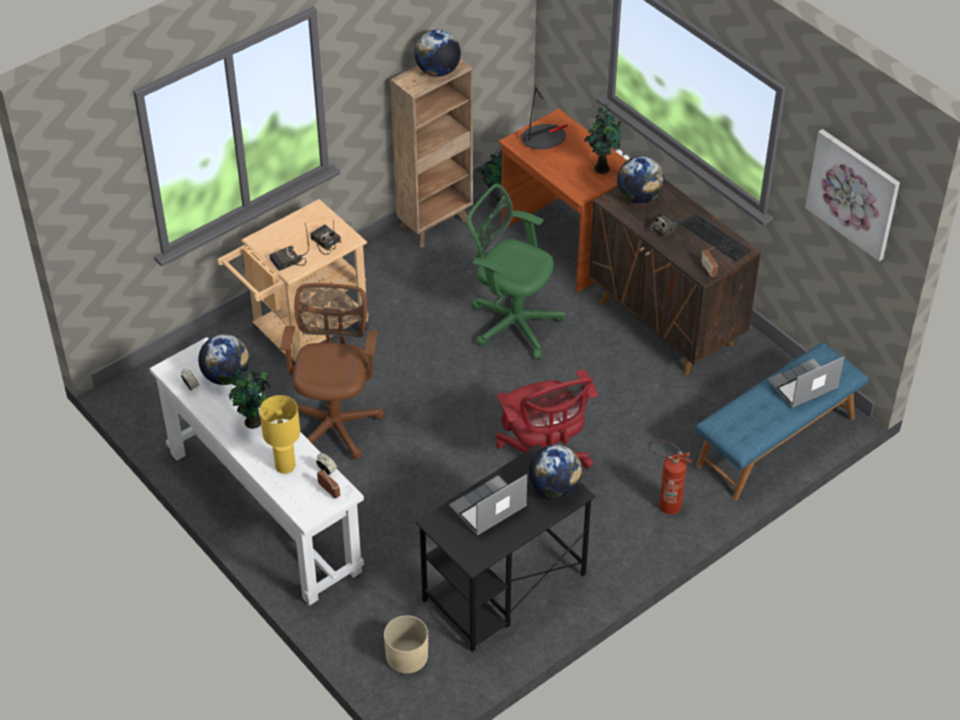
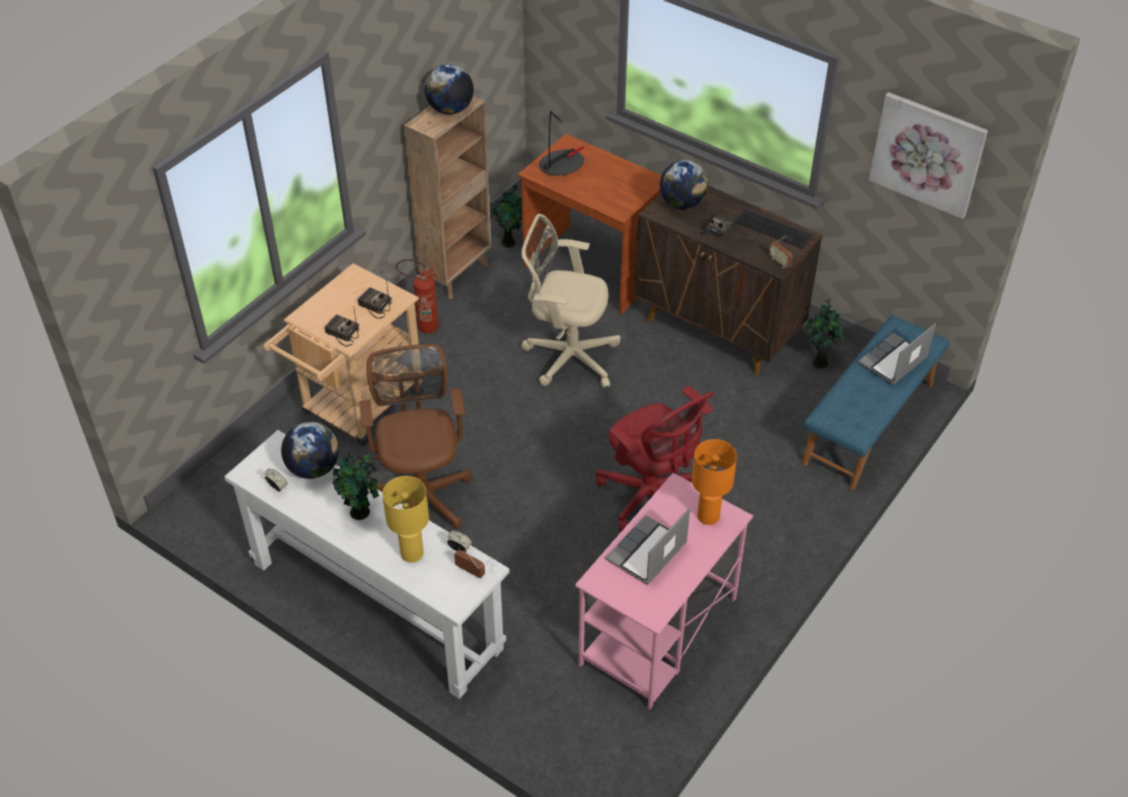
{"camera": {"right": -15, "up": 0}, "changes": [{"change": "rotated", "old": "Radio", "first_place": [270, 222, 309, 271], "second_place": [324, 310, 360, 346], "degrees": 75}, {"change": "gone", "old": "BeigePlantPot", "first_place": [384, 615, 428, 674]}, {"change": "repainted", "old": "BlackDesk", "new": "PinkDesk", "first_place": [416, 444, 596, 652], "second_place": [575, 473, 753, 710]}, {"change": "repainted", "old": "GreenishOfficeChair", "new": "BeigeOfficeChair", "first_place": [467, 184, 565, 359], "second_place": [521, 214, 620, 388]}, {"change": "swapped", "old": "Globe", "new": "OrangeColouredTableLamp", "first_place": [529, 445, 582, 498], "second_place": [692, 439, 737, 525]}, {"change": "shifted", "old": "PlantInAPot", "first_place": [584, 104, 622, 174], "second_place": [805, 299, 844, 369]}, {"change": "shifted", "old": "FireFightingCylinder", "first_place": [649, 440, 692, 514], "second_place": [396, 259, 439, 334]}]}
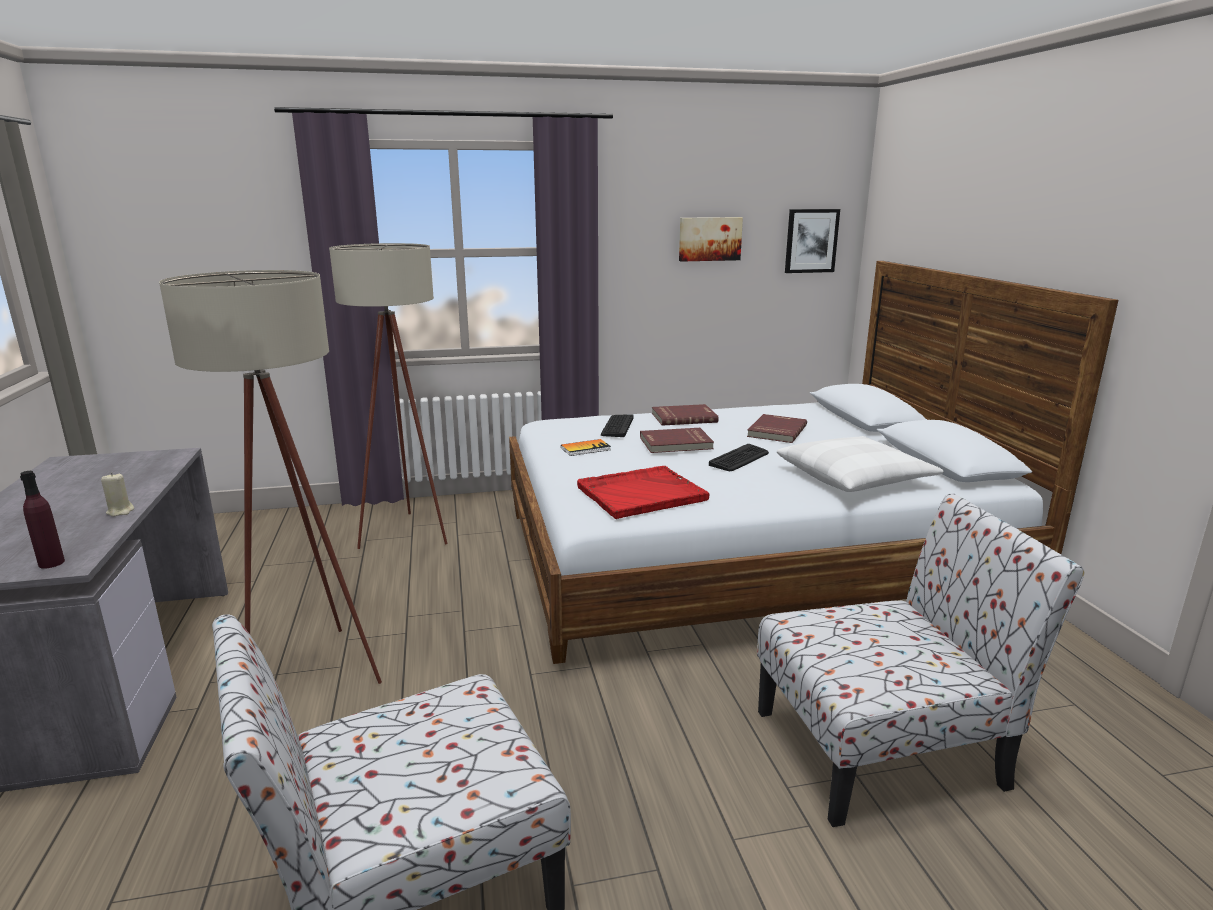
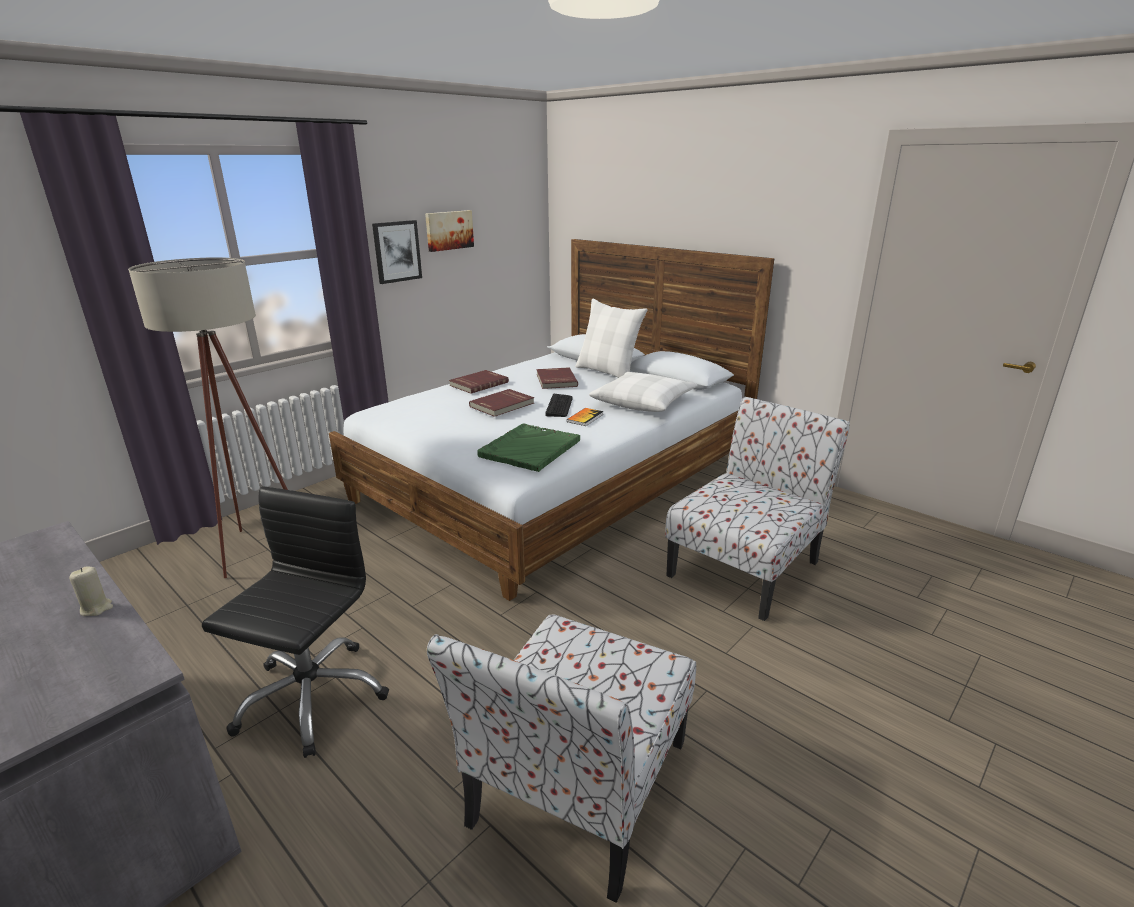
{"camera": {"right": -35, "up": 5}, "changes": [{"change": "gone", "old": "PurpleColouredBottle", "first_place": [20, 471, 65, 569]}, {"change": "swapped", "old": "BeigeStandingLamp", "new": "BlackOfficeChair", "first_place": [159, 270, 382, 684], "second_place": [202, 486, 389, 758]}, {"change": "shifted", "old": "Book", "first_place": [561, 439, 611, 456], "second_place": [567, 408, 604, 426]}, {"change": "repainted", "old": "RedColouredServingTray", "new": "GreenishServingTray", "first_place": [577, 466, 709, 519], "second_place": [477, 423, 580, 472]}, {"change": "gone", "old": "Keyboard", "first_place": [601, 414, 634, 437]}, {"change": "shifted", "old": "WallArt", "first_place": [785, 209, 840, 273], "second_place": [372, 220, 422, 284]}, {"change": "new", "new": "WhiteColouredPillow", "second_place": [575, 299, 647, 378]}]}
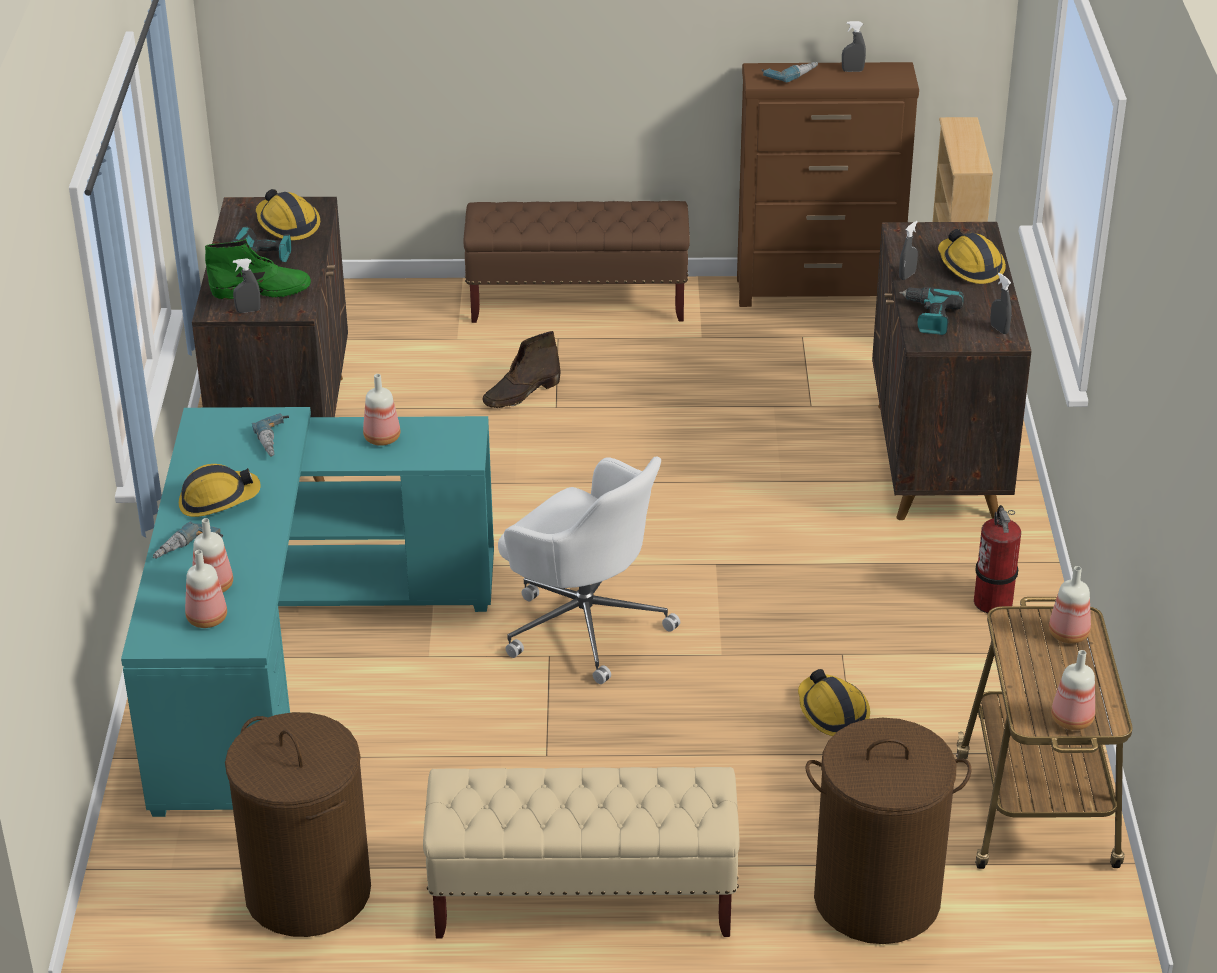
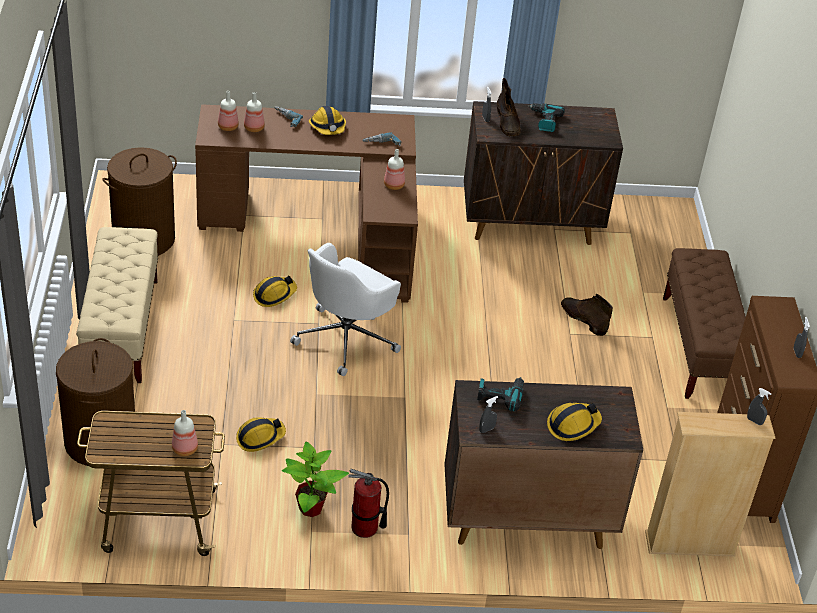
{"camera": {"right": 85, "up": 5}, "changes": [{"change": "repainted", "old": "BlueGreenDesk", "new": "BrownishDesk", "first_place": [121, 407, 494, 817], "second_place": [195, 104, 418, 303]}, {"change": "repainted", "old": "GreenishTallBoot", "new": "BrownishTallBoot", "first_place": [205, 239, 311, 299], "second_place": [497, 78, 521, 137]}, {"change": "shifted", "old": "WorkHelmet", "first_place": [256, 189, 320, 240], "second_place": [253, 276, 297, 307]}, {"change": "gone", "old": "ElectricDrill", "first_place": [762, 62, 818, 83]}, {"change": "shifted", "old": "GreyishHandSprayer", "first_place": [899, 221, 918, 280], "second_place": [747, 388, 771, 425]}, {"change": "gone", "old": "Bottle", "first_place": [1051, 650, 1095, 730]}, {"change": "new", "new": "PlantInAPot", "second_place": [282, 442, 349, 517]}]}
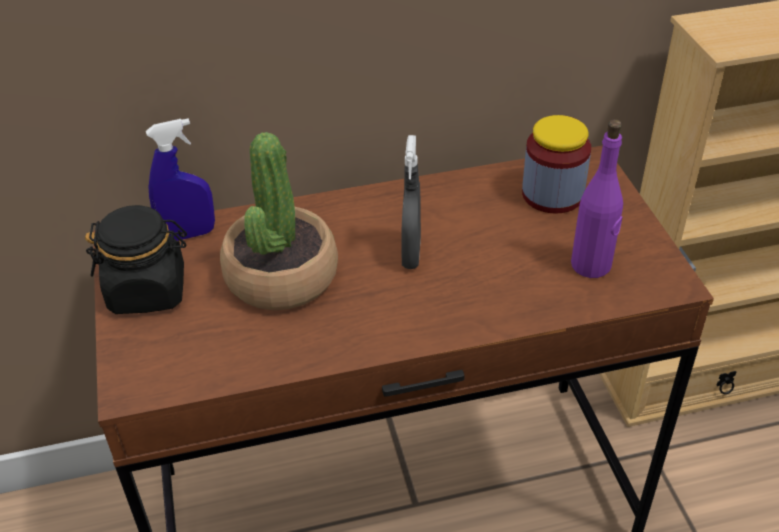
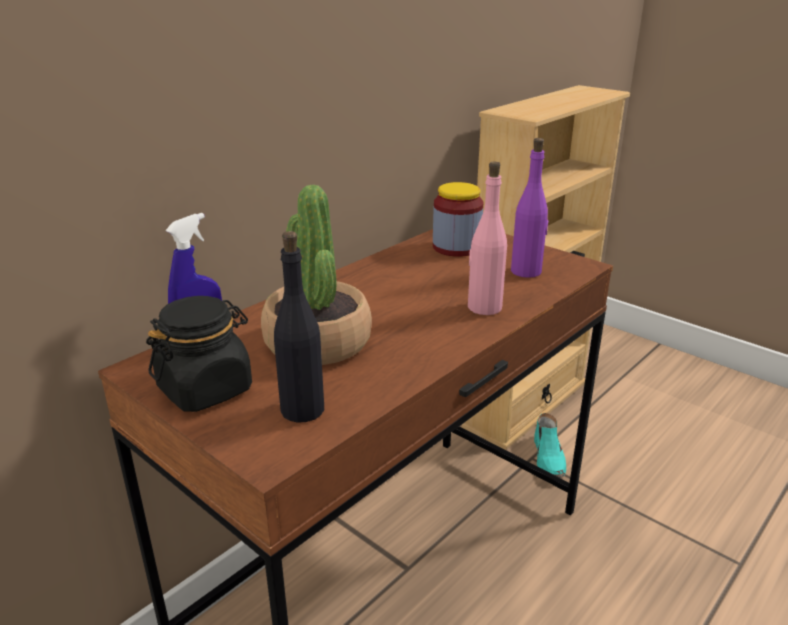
{"camera": {"right": -35, "up": -15}, "changes": [{"change": "gone", "old": "GreyishHandSprayer", "first_place": [401, 135, 421, 269]}, {"change": "new", "new": "BlackBottle", "second_place": [274, 231, 324, 423]}, {"change": "new", "new": "PinkBottle", "second_place": [468, 161, 507, 315]}, {"change": "new", "new": "BlueGreenLowShoe", "second_place": [534, 413, 566, 478]}]}
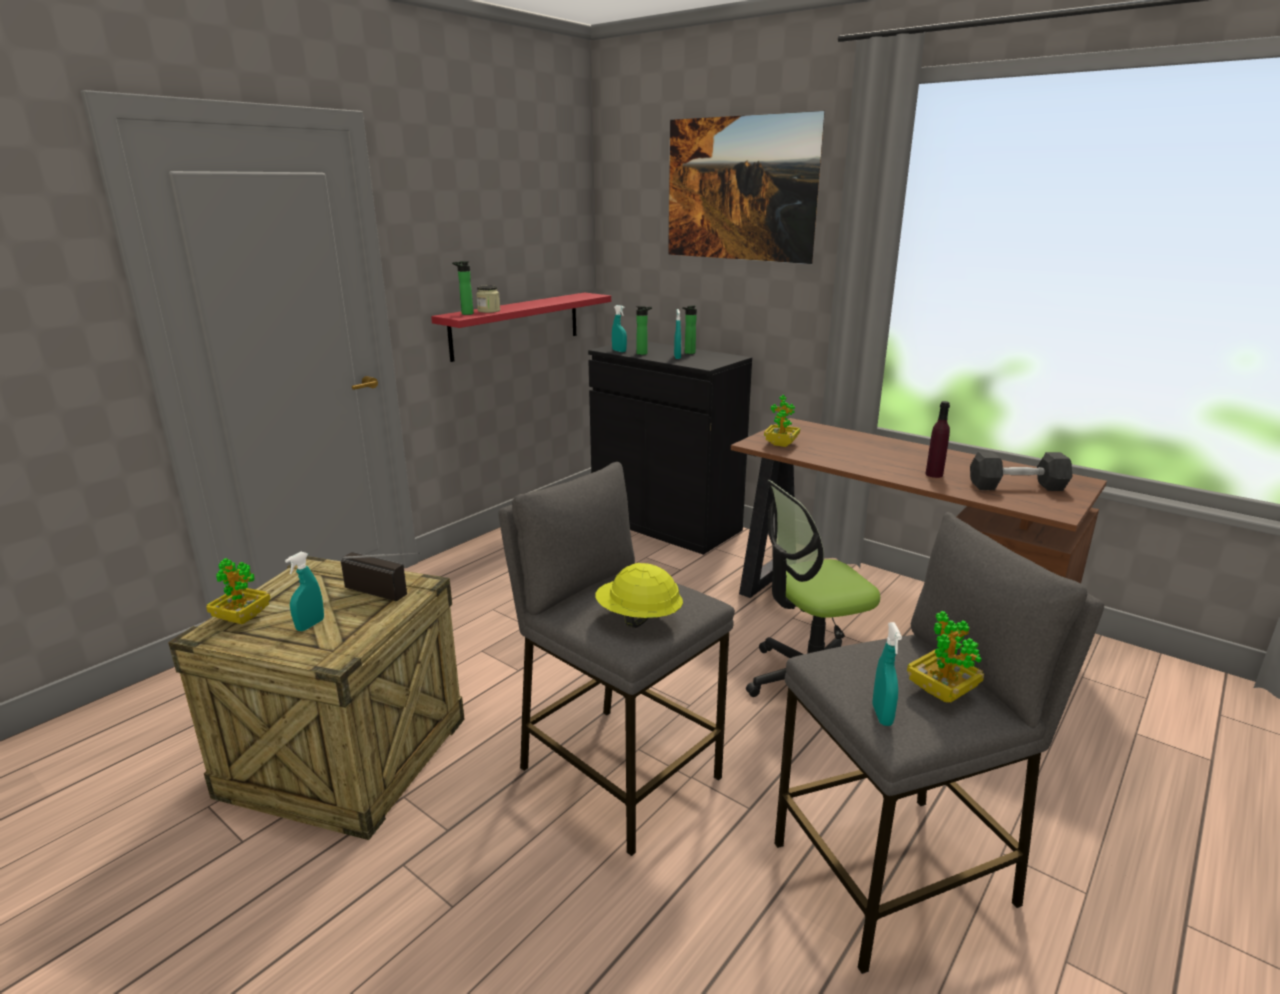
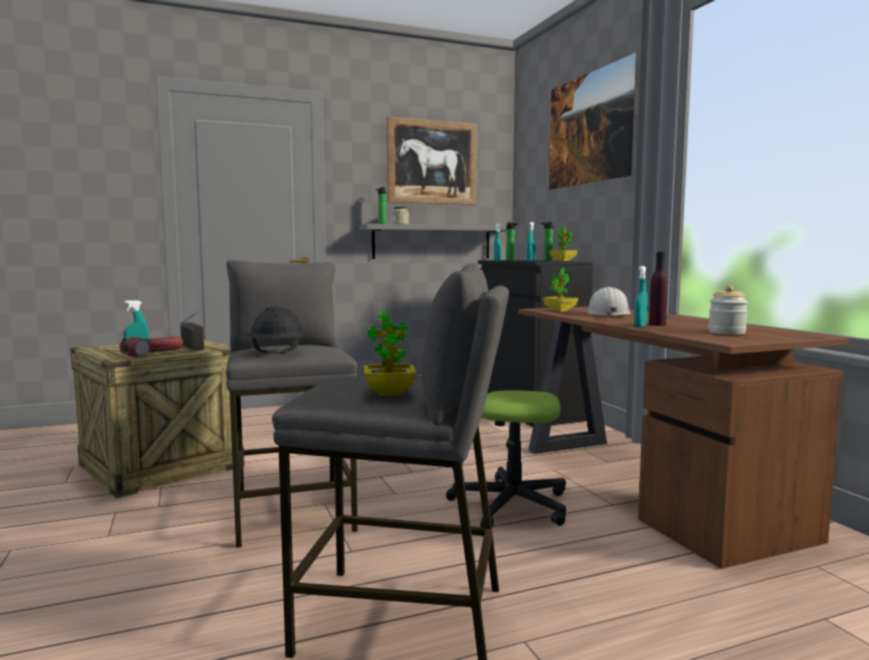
{"camera": {"right": 30, "up": -15}, "changes": [{"change": "shifted", "old": "PlantInAPot", "first_place": [206, 558, 271, 624], "second_place": [549, 226, 578, 261]}, {"change": "repainted", "old": "RedColouredShelf", "new": "GreyishShelf", "first_place": [431, 292, 611, 362], "second_place": [359, 224, 506, 259]}, {"change": "repainted", "old": "YellowishWorkHelmet", "new": "BlackWorkHelmet", "first_place": [595, 563, 683, 628], "second_place": [246, 307, 305, 354]}, {"change": "shifted", "old": "BlueGreenHandSprayer", "first_place": [872, 622, 902, 726], "second_place": [634, 266, 648, 328]}, {"change": "swapped", "old": "GreyishDumbbell", "new": "PreserveJar", "first_place": [970, 452, 1072, 491], "second_place": [708, 286, 748, 335]}, {"change": "new", "new": "Torch", "second_place": [120, 336, 183, 357]}, {"change": "new", "new": "WallArt", "second_place": [387, 117, 477, 205]}, {"change": "new", "new": "WhiteColouredWorkHelmet", "second_place": [587, 287, 631, 317]}]}
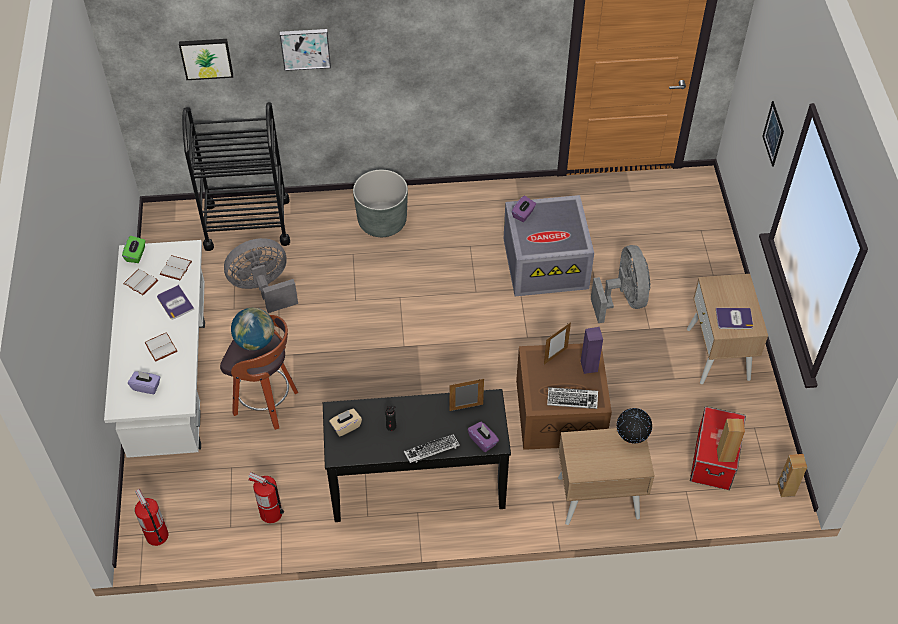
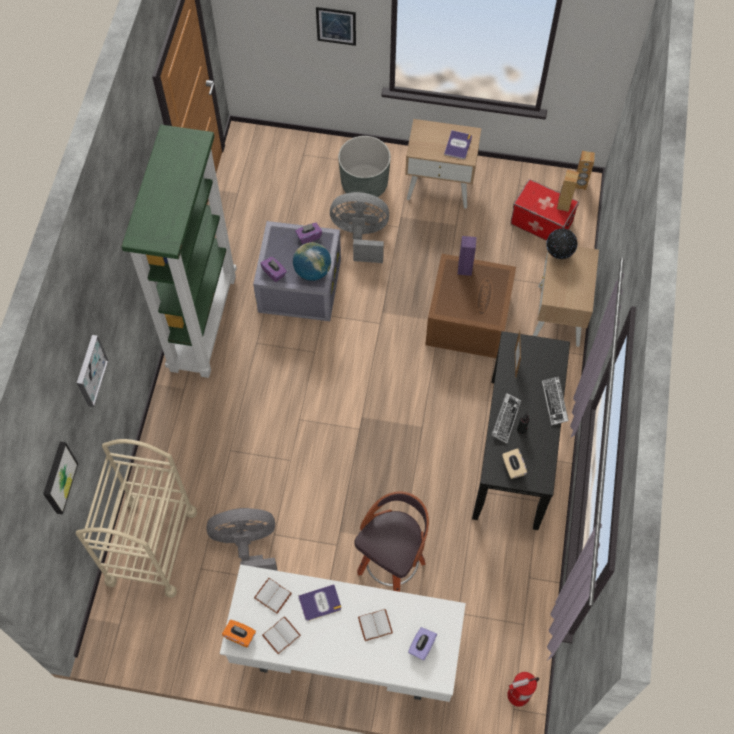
{"camera": {"right": -75, "up": 10}, "changes": [{"change": "repainted", "old": "GreenishTissueBox", "new": "OrangeColouredTissueBox", "first_place": [122, 236, 146, 263], "second_place": [222, 620, 256, 647]}, {"change": "repainted", "old": "BlackTrolley", "new": "BeigeTrolley", "first_place": [182, 102, 290, 251], "second_place": [76, 439, 197, 598]}, {"change": "rotated", "old": "GreyishCoolingFan", "first_place": [224, 238, 298, 313], "second_place": [206, 508, 277, 571], "degrees": 90}, {"change": "shifted", "old": "Globe", "first_place": [231, 308, 274, 351], "second_place": [293, 242, 331, 281]}, {"change": "gone", "old": "FireFightingCylinder", "first_place": [248, 472, 284, 523]}, {"change": "shifted", "old": "GreyishPlantPot", "first_place": [353, 170, 408, 237], "second_place": [338, 136, 391, 197]}, {"change": "shifted", "old": "PurpleColouredTissueBox", "first_place": [468, 421, 499, 452], "second_place": [295, 223, 322, 244]}, {"change": "gone", "old": "StandingFrame", "first_place": [544, 322, 571, 364]}, {"change": "shifted", "old": "Keyboard", "first_place": [547, 387, 598, 409], "second_place": [492, 393, 521, 443]}, {"change": "new", "new": "GreenishBookshelf", "second_place": [121, 125, 237, 378]}]}
